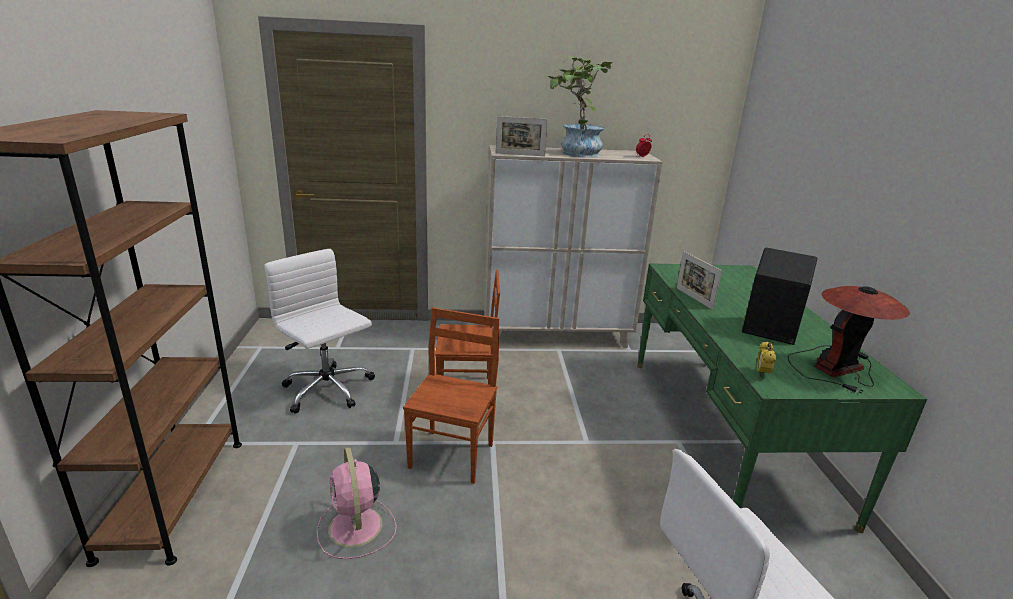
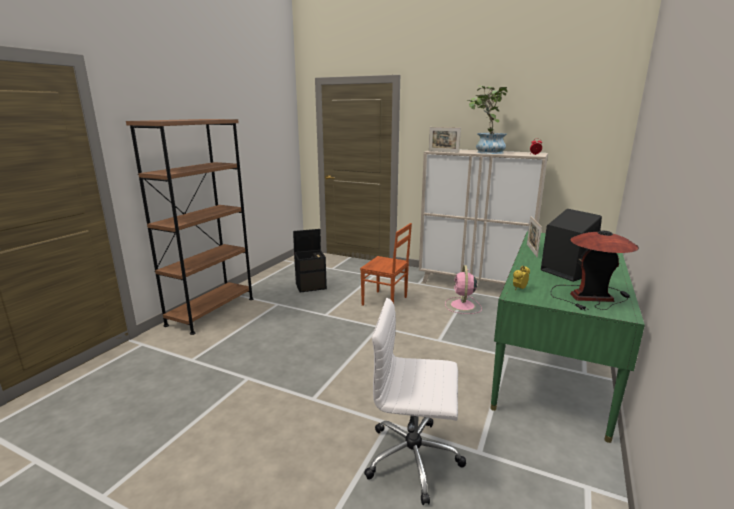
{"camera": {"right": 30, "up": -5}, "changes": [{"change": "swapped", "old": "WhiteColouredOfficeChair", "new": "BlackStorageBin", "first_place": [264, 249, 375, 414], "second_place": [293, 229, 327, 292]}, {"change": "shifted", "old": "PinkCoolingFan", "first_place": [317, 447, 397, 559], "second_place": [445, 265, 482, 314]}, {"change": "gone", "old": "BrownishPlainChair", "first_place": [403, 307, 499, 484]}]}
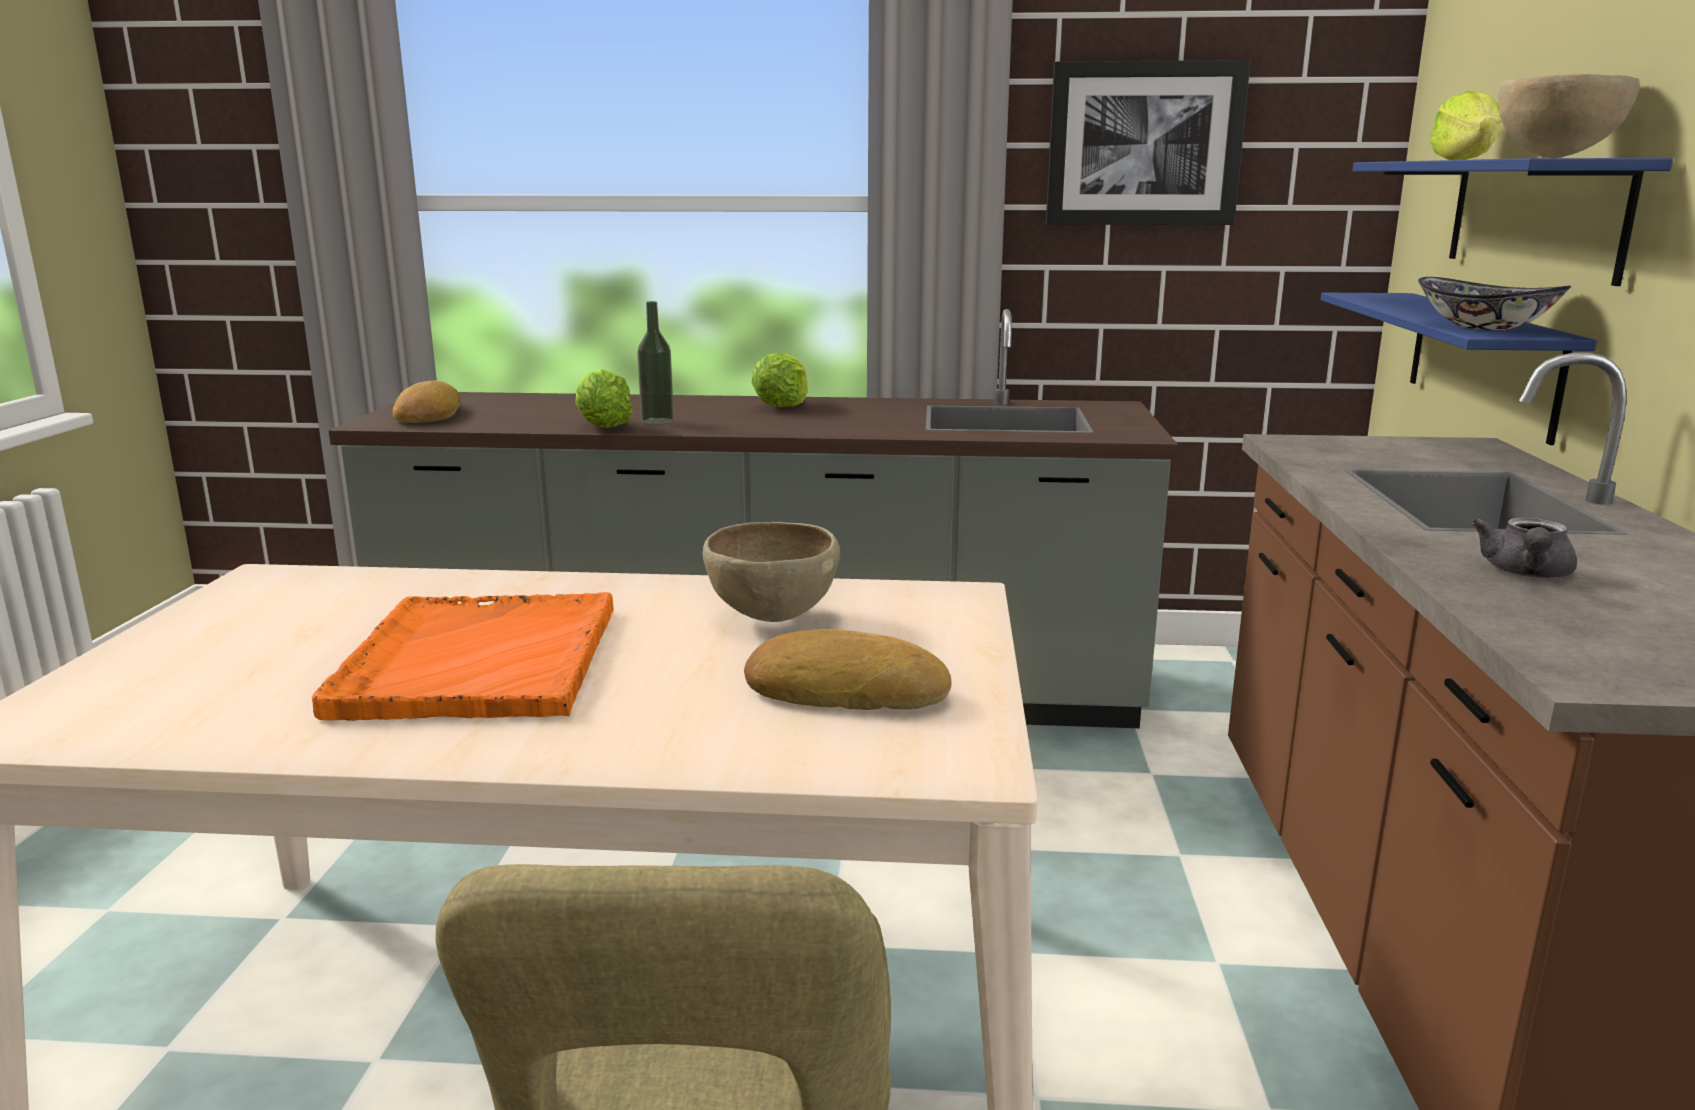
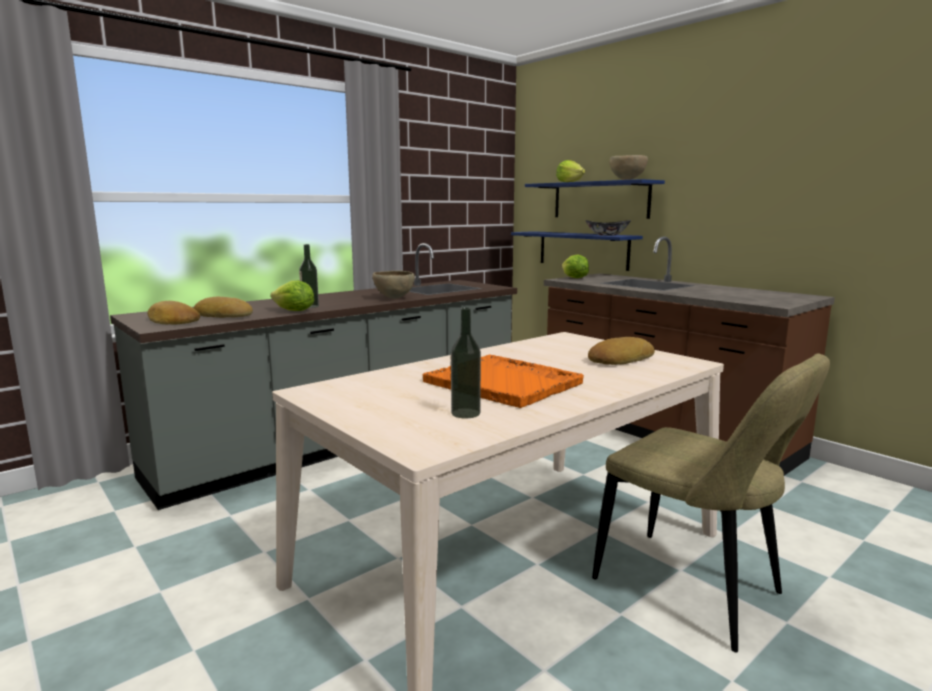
{"camera": {"right": -45, "up": -5}, "changes": [{"change": "shifted", "old": "BrownishServingBowl", "first_place": [702, 522, 840, 622], "second_place": [372, 271, 415, 299]}, {"change": "shifted", "old": "LettuceHead", "first_place": [751, 353, 808, 407], "second_place": [562, 255, 589, 278]}, {"change": "gone", "old": "WallArt", "first_place": [1046, 60, 1251, 225]}, {"change": "gone", "old": "GreyishPotForTea", "first_place": [1472, 517, 1577, 578]}, {"change": "new", "new": "Bread", "second_place": [193, 297, 253, 318]}, {"change": "new", "new": "Bottle", "second_place": [451, 308, 481, 419]}]}
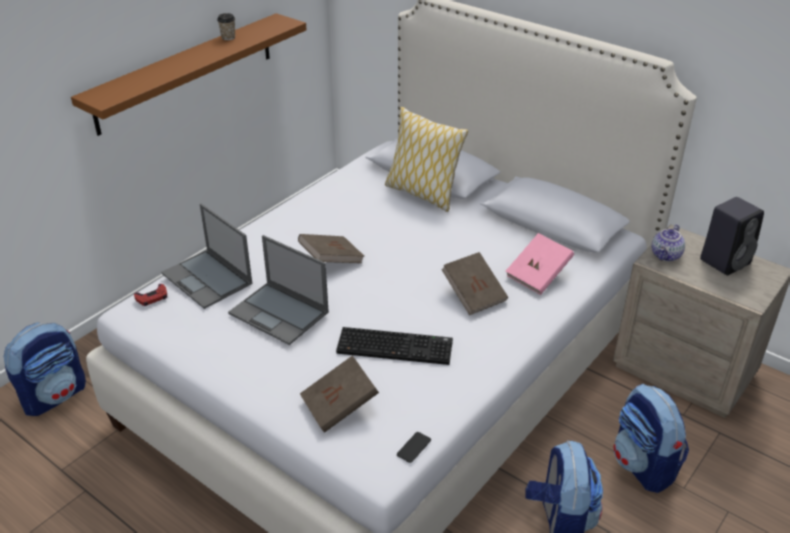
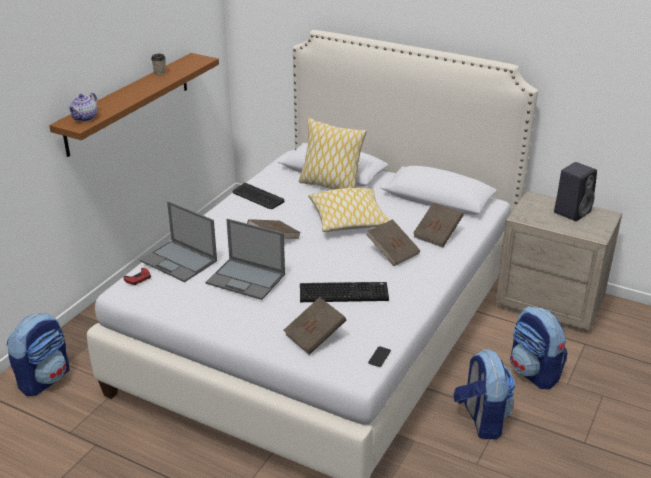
{"camera": {"right": -10, "up": -5}, "changes": [{"change": "repainted", "old": "PinkBook", "new": "BrownishBook", "first_place": [505, 233, 574, 295], "second_place": [413, 203, 464, 247]}, {"change": "shifted", "old": "PotForTea", "first_place": [652, 224, 685, 262], "second_place": [68, 92, 97, 122]}, {"change": "new", "new": "Keyboard", "second_place": [233, 183, 284, 209]}, {"change": "new", "new": "Pillow", "second_place": [308, 188, 390, 232]}]}
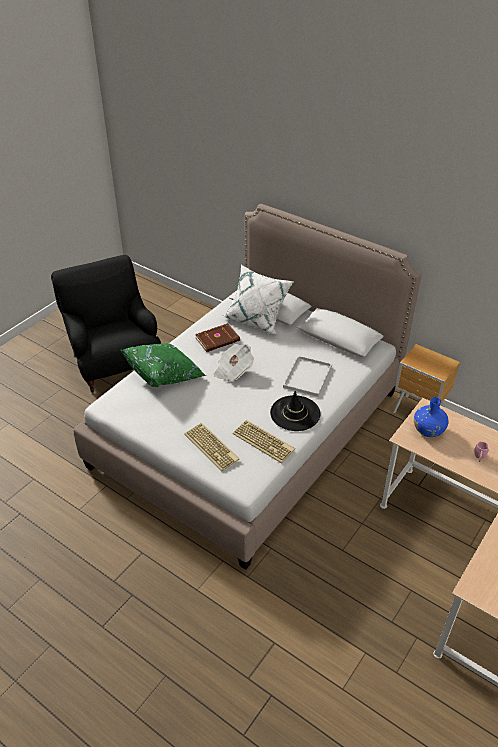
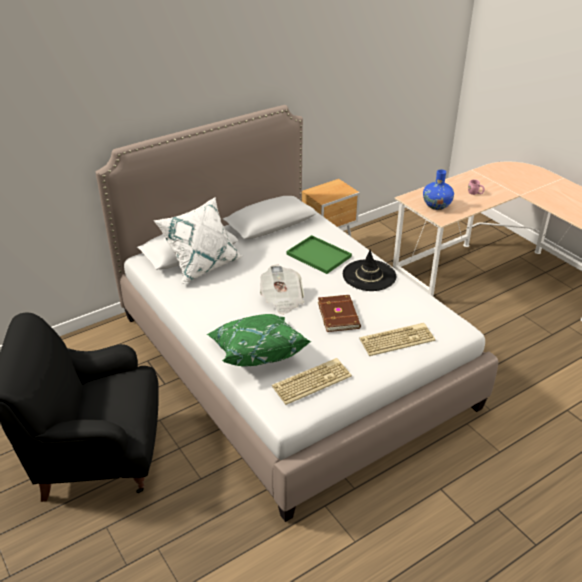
{"camera": {"right": -70, "up": -5}, "changes": [{"change": "shifted", "old": "BrownishBook", "first_place": [195, 323, 240, 352], "second_place": [318, 295, 361, 332]}, {"change": "shifted", "old": "Keyboard", "first_place": [233, 420, 295, 463], "second_place": [272, 358, 352, 405]}, {"change": "repainted", "old": "WhiteColouredServingTray", "new": "GreenishServingTray", "first_place": [283, 356, 332, 397], "second_place": [286, 235, 352, 274]}]}
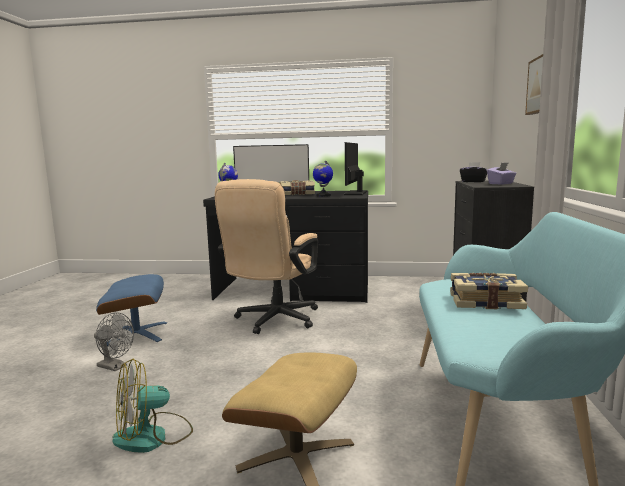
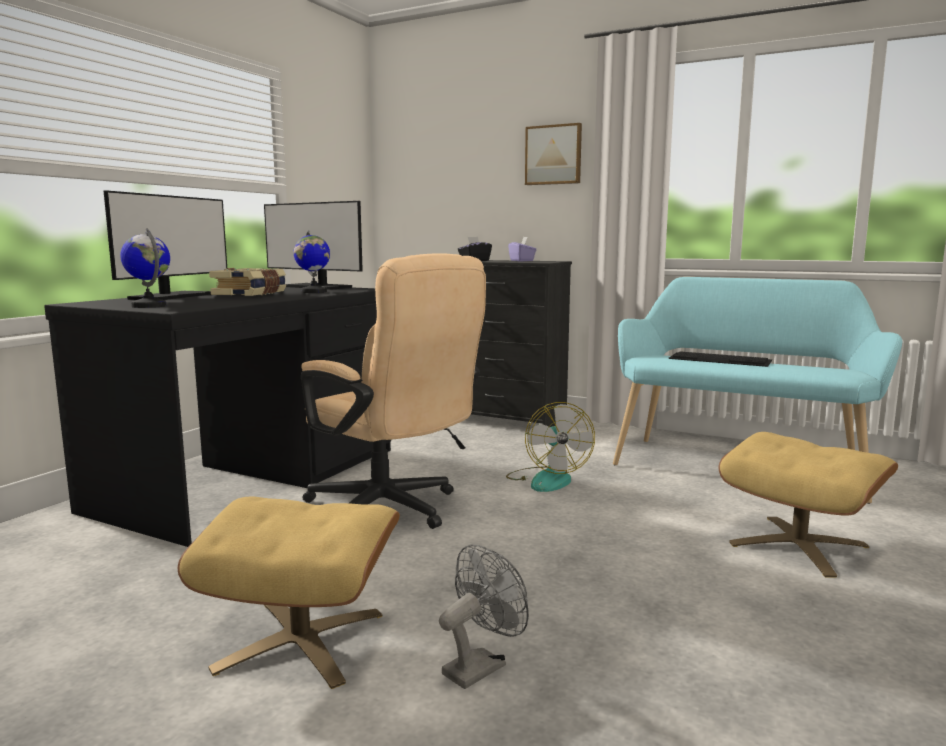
{"camera": {"right": -70, "up": 0}, "changes": [{"change": "repainted", "old": "BluishPouffe", "new": "BeigePouffe", "first_place": [96, 274, 167, 346], "second_place": [178, 497, 400, 689]}, {"change": "shifted", "old": "CoolingFan", "first_place": [113, 359, 193, 453], "second_place": [506, 402, 595, 492]}, {"change": "swapped", "old": "Book", "new": "Keyboard", "first_place": [450, 272, 528, 309], "second_place": [668, 351, 772, 367]}]}
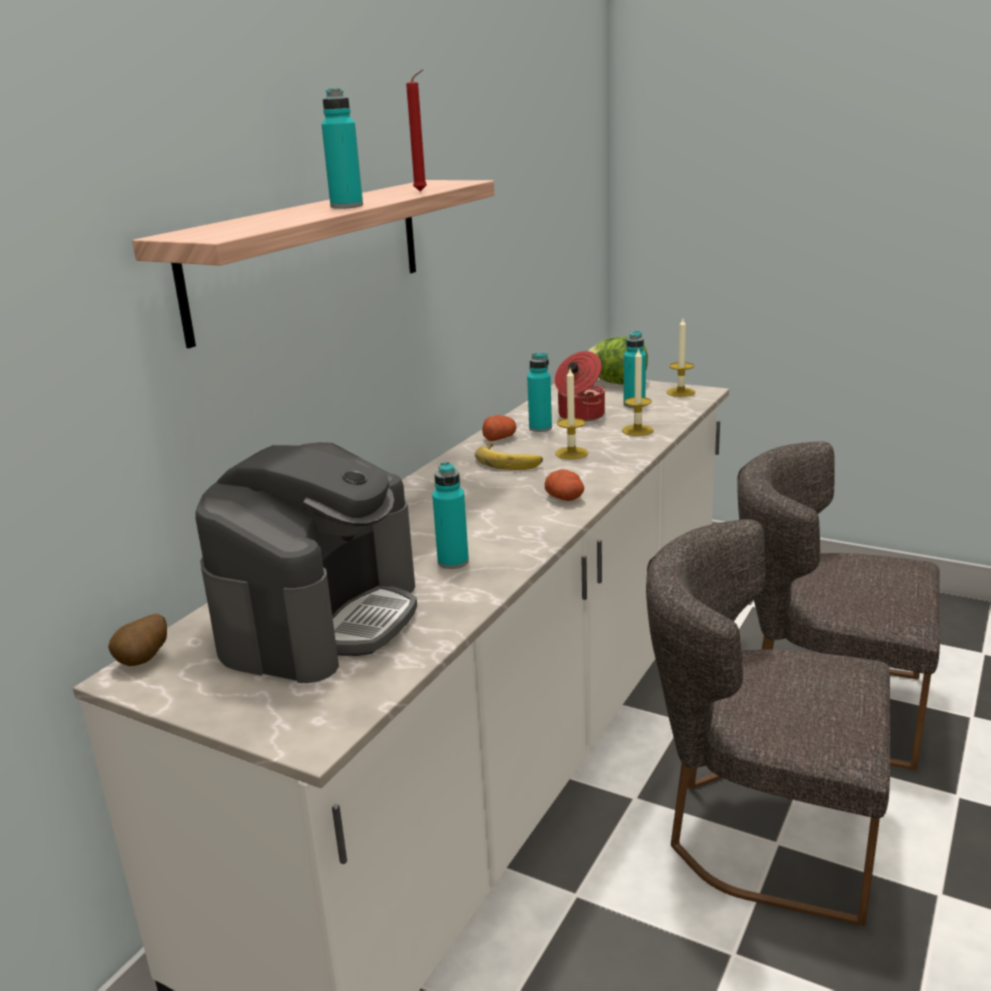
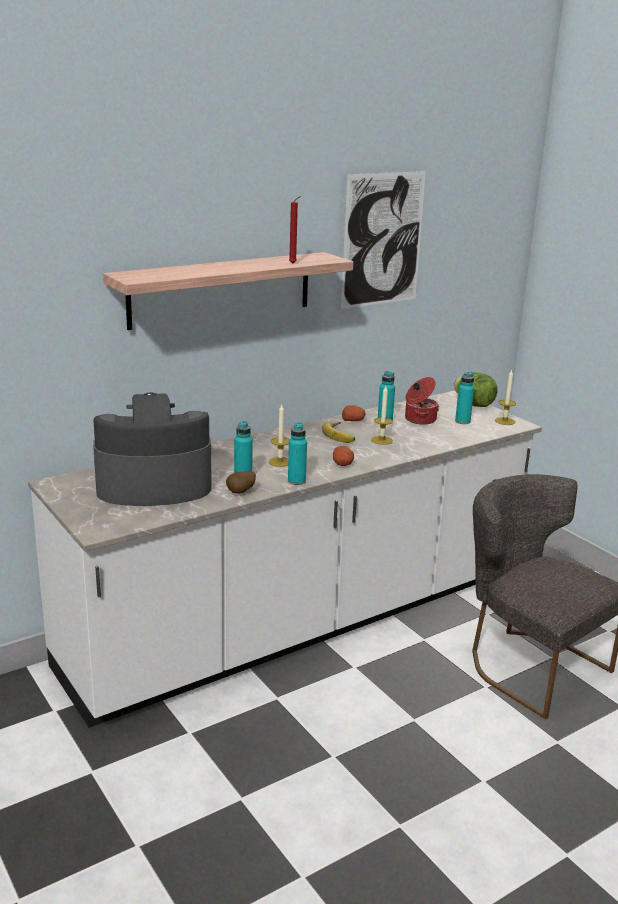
{"camera": {"right": 25, "up": 0}, "changes": [{"change": "shifted", "old": "WholePotato", "first_place": [108, 613, 167, 666], "second_place": [226, 471, 256, 494]}, {"change": "rotated", "old": "CoffeeMachine", "first_place": [195, 442, 417, 683], "second_place": [93, 393, 212, 506], "degrees": -150}, {"change": "shifted", "old": "BlueGreenBottle", "first_place": [321, 88, 363, 209], "second_place": [288, 422, 307, 485]}, {"change": "shifted", "old": "WaxCandle", "first_place": [622, 348, 654, 436], "second_place": [269, 404, 290, 467]}, {"change": "gone", "old": "GreyishPlainChair", "first_place": [646, 519, 890, 926]}, {"change": "new", "new": "WallArt", "second_place": [341, 171, 426, 309]}]}
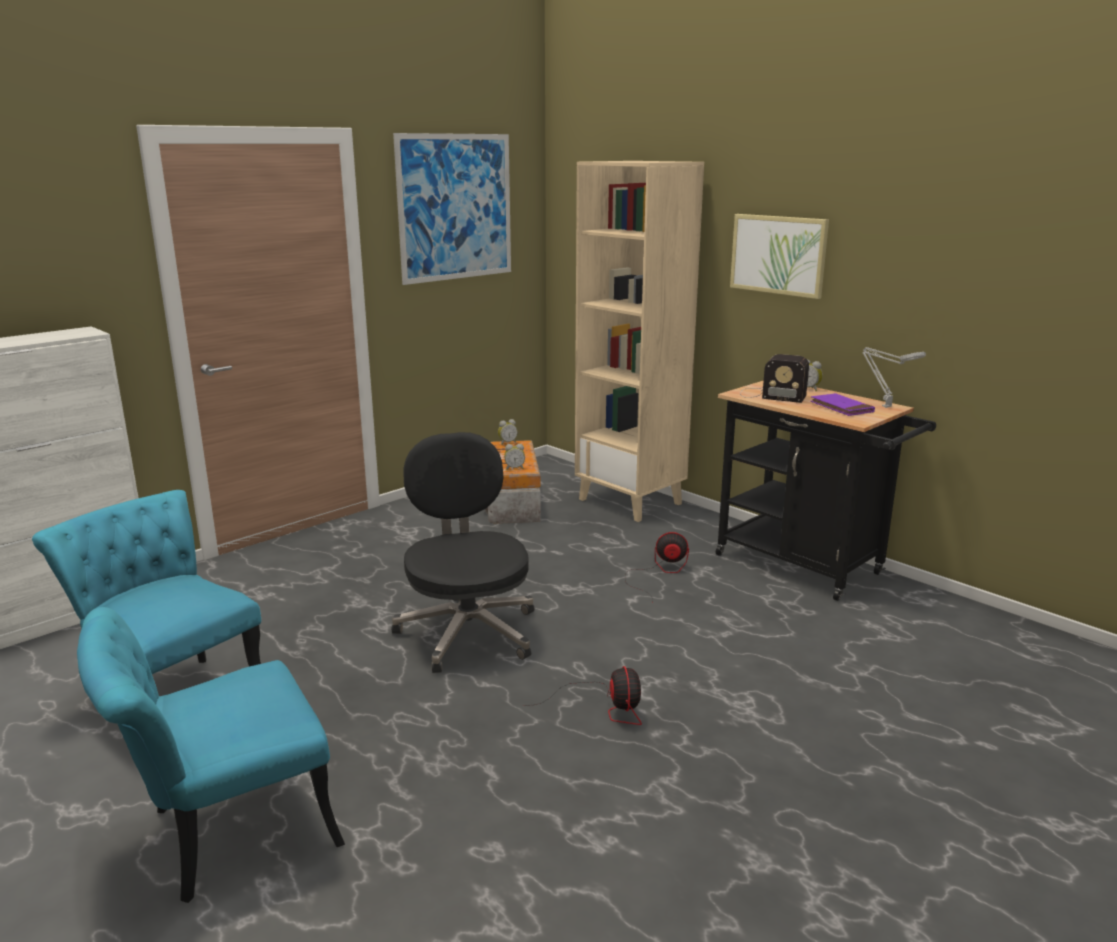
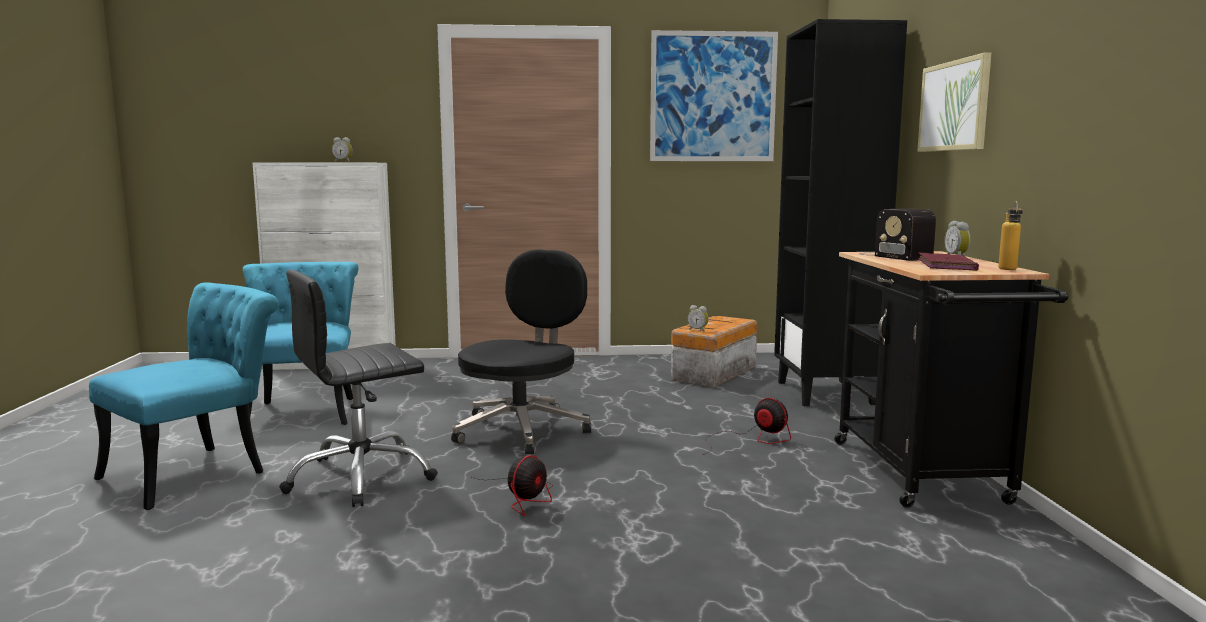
{"camera": {"right": 40, "up": -10}, "changes": [{"change": "rotated", "old": "BlueGreenPlainChair", "first_place": [77, 607, 345, 903], "second_place": [89, 282, 279, 510], "degrees": 120}, {"change": "shifted", "old": "TableClock", "first_place": [498, 419, 518, 445], "second_place": [332, 137, 353, 162]}, {"change": "repainted", "old": "BeigeBookshelf", "new": "BlackBookshelf", "first_place": [575, 161, 704, 522], "second_place": [774, 19, 907, 406]}, {"change": "repainted", "old": "PurpleColouredBook", "new": "RedColouredBook", "first_place": [810, 393, 875, 416], "second_place": [918, 253, 979, 271]}, {"change": "swapped", "old": "GreyishTableLamp", "new": "Bottle", "first_place": [863, 347, 926, 408], "second_place": [998, 201, 1023, 270]}, {"change": "new", "new": "BlackOfficeChair", "second_place": [279, 270, 438, 507]}]}
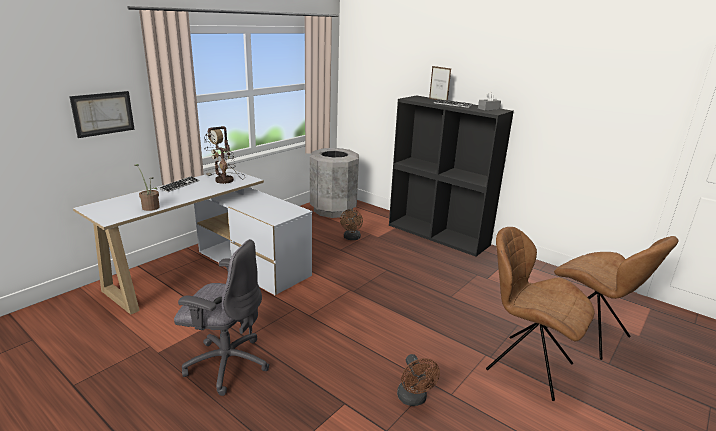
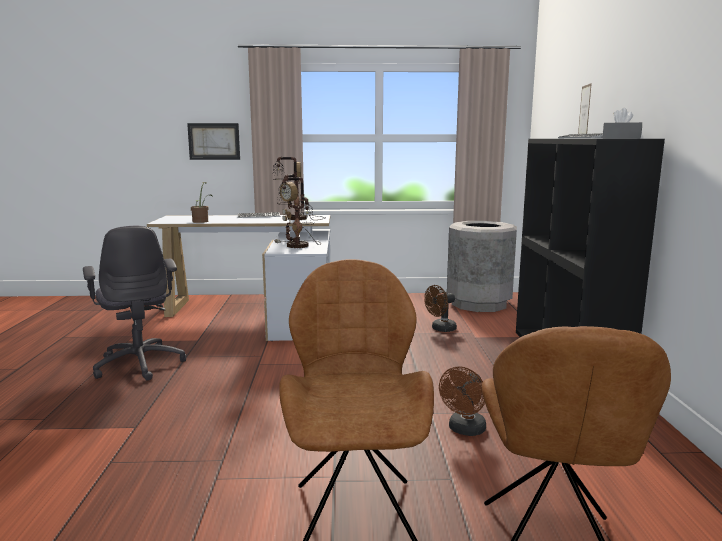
{"camera": {"right": 50, "up": -10}, "changes": [{"change": "shifted", "old": "BrownishCoolingFan", "first_place": [397, 354, 440, 406], "second_place": [439, 366, 486, 436]}, {"change": "new", "new": "TableLamp", "second_place": [275, 177, 321, 248]}]}
